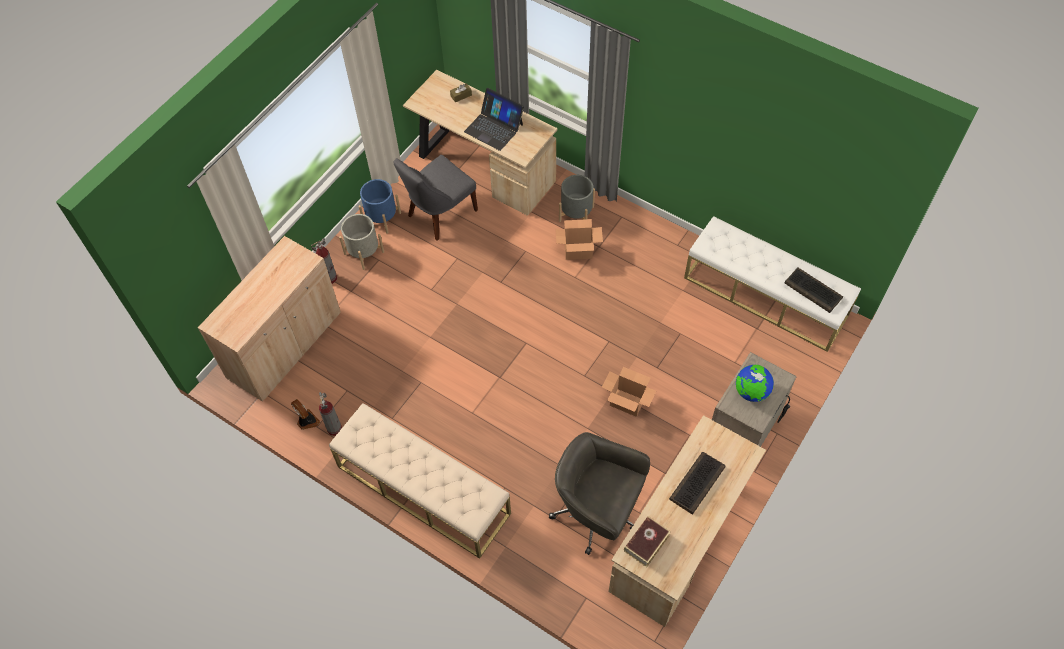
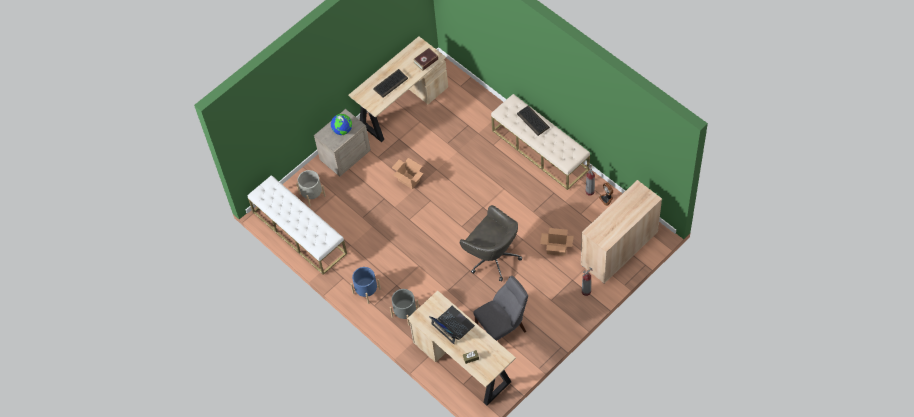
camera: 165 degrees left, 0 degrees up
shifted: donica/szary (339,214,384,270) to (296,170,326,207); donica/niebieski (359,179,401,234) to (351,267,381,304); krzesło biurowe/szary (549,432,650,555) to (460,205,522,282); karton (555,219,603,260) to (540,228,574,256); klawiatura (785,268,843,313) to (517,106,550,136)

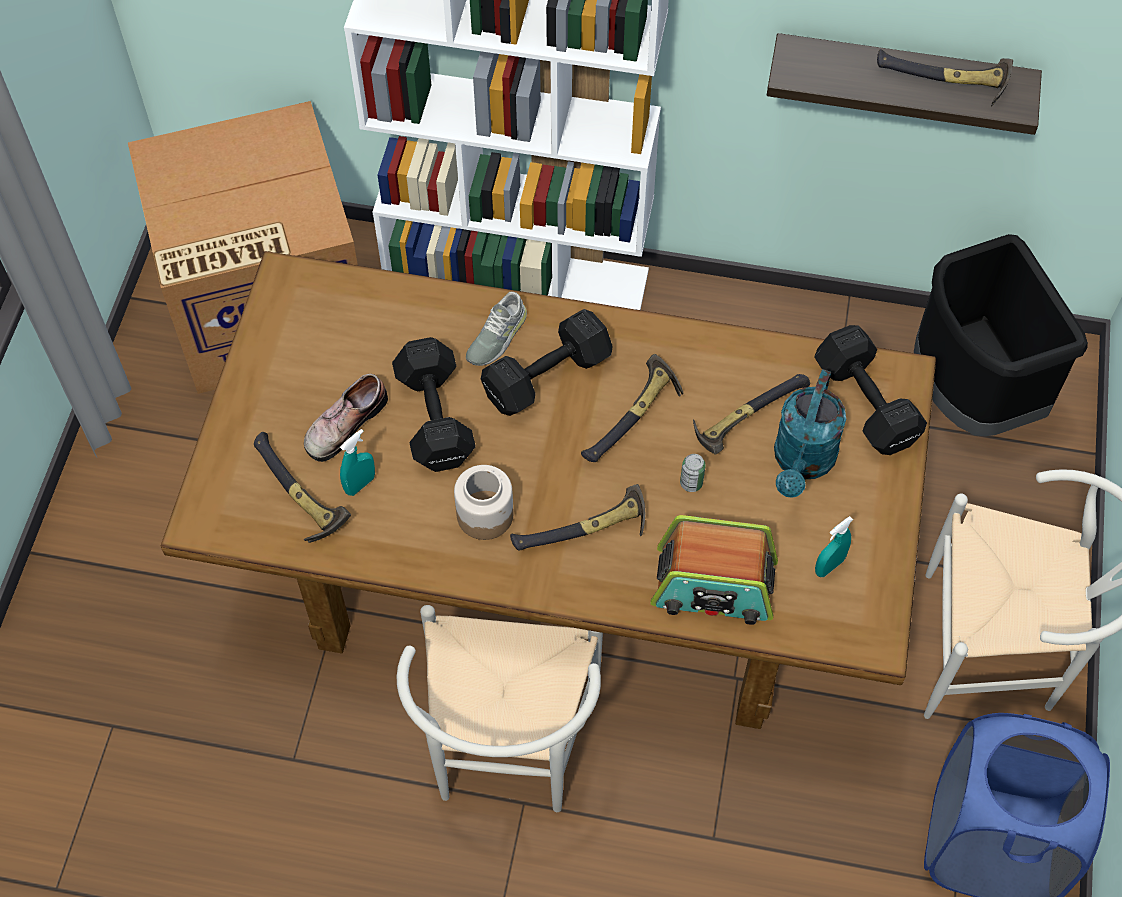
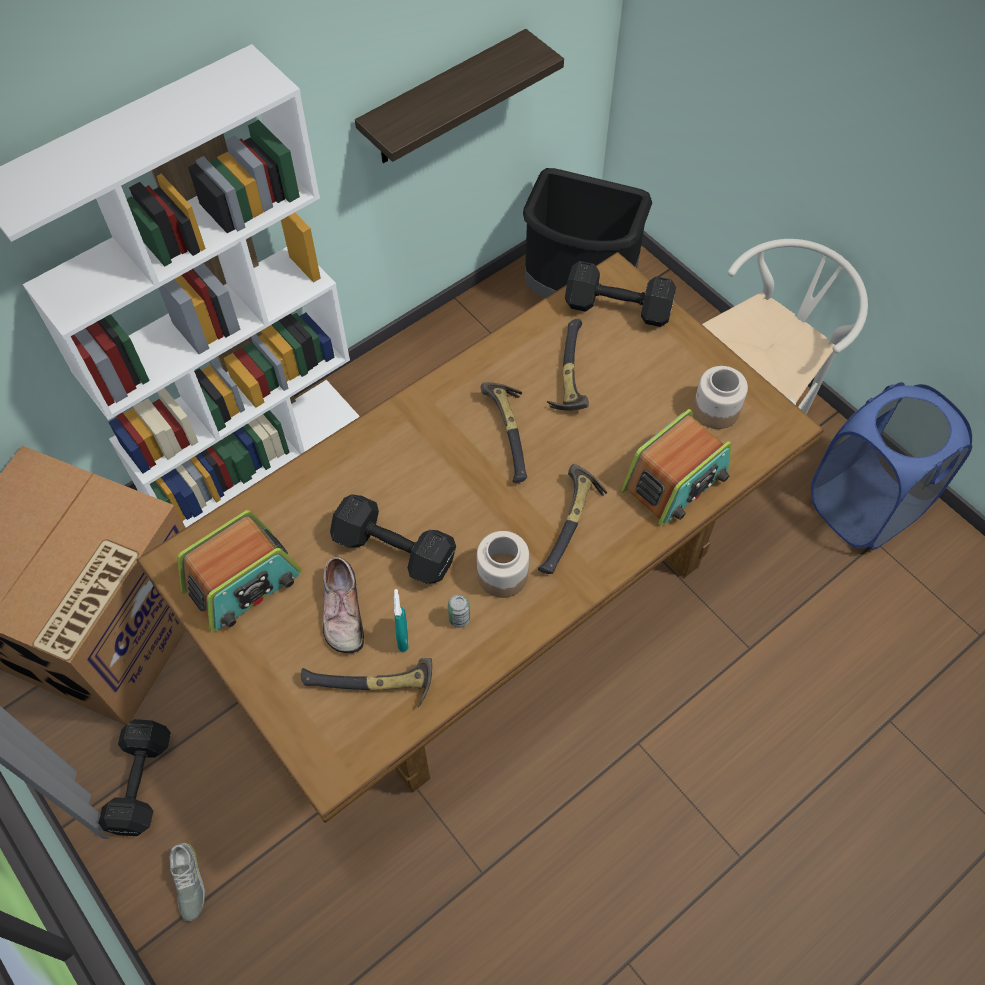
camera: 50 degrees left, 0 degrees up
gone: krzesło/biały (397,605,603,812); konewka/turkusowy (774,369,846,498); młotek (877,49,1013,106)
new: radio (177,510,302,633)
shifted: but/szary (466,292,527,366) to (169,843,205,922); hantel/czarny (481,309,613,416) to (98,719,171,836); puszka (680,454,706,492) to (448,594,470,628)
swapped: spryskiwacz/turkusowy (815,516,853,577) to słoik (693,366,748,429)

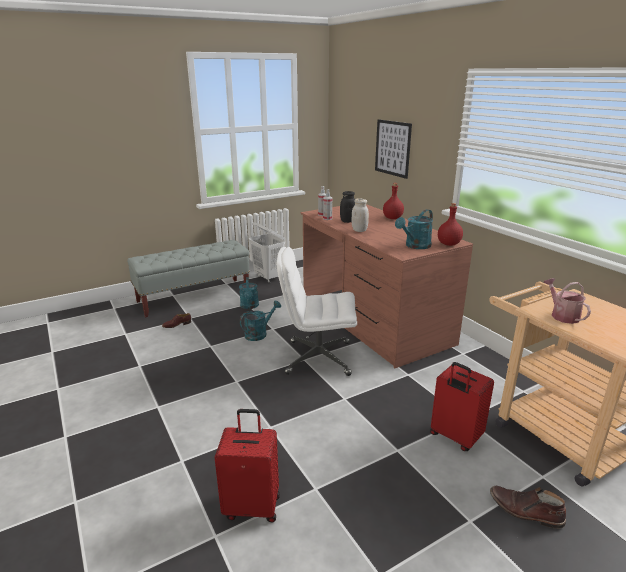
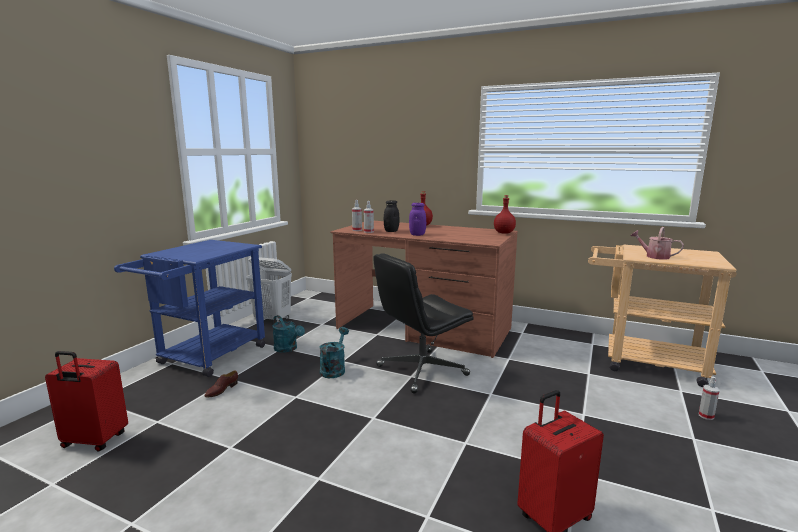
camera: 35 degrees left, 10 degrees down
gone: obraz (375,119,412,179); konewka/turkusowy (395,209,433,249)
shifted: walizka/czerwony (430,362,494,451) to (45,351,128,452)
swapped: ławka/szary (127,240,250,317) to wózek/niebieski (114,240,265,377); but z cholewką/brązowy (490,486,566,529) to spryskiwacz (699,376,720,420)
repainted: krzesło biurowe/biały (277,247,357,376) to krzesło biurowe/czarny (373,253,474,393); słoik/biały (352,198,369,232) to słoik/fioletowy (409,203,426,236)

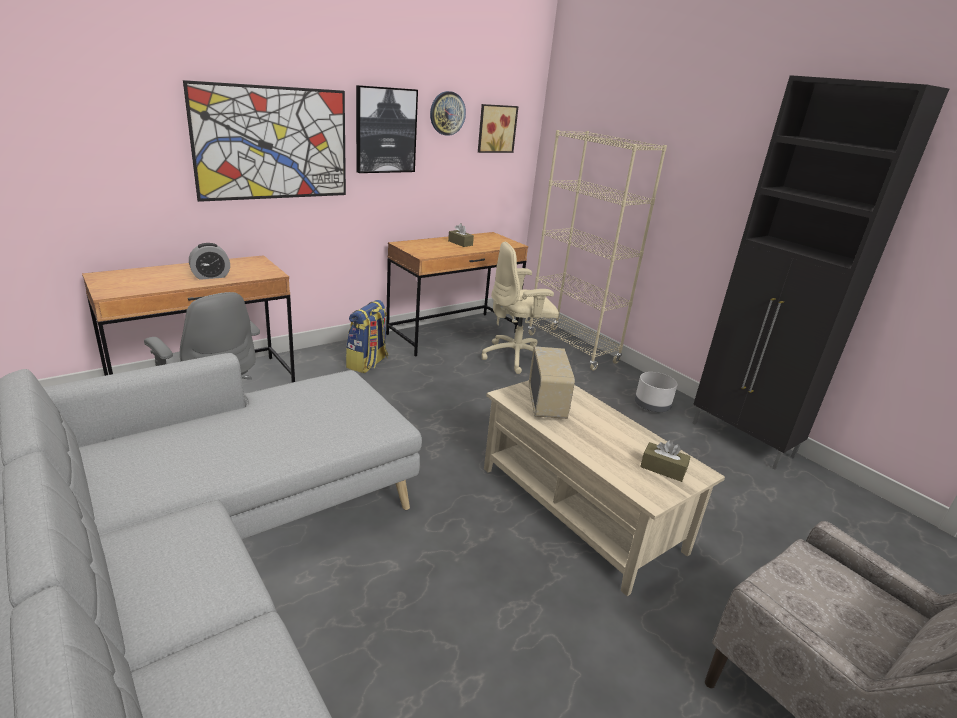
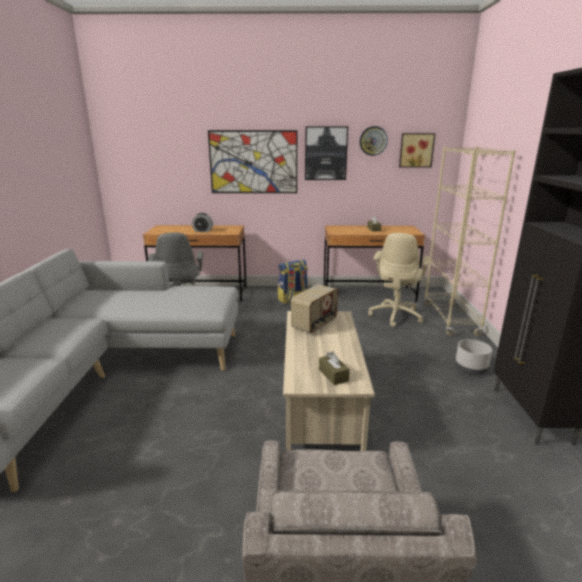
camera: 40 degrees right, 5 degrees down
rotated: krzesło biurowe/beżowy (482,242,559,374) = (368,233,431,327) 90 degrees counterclockwise

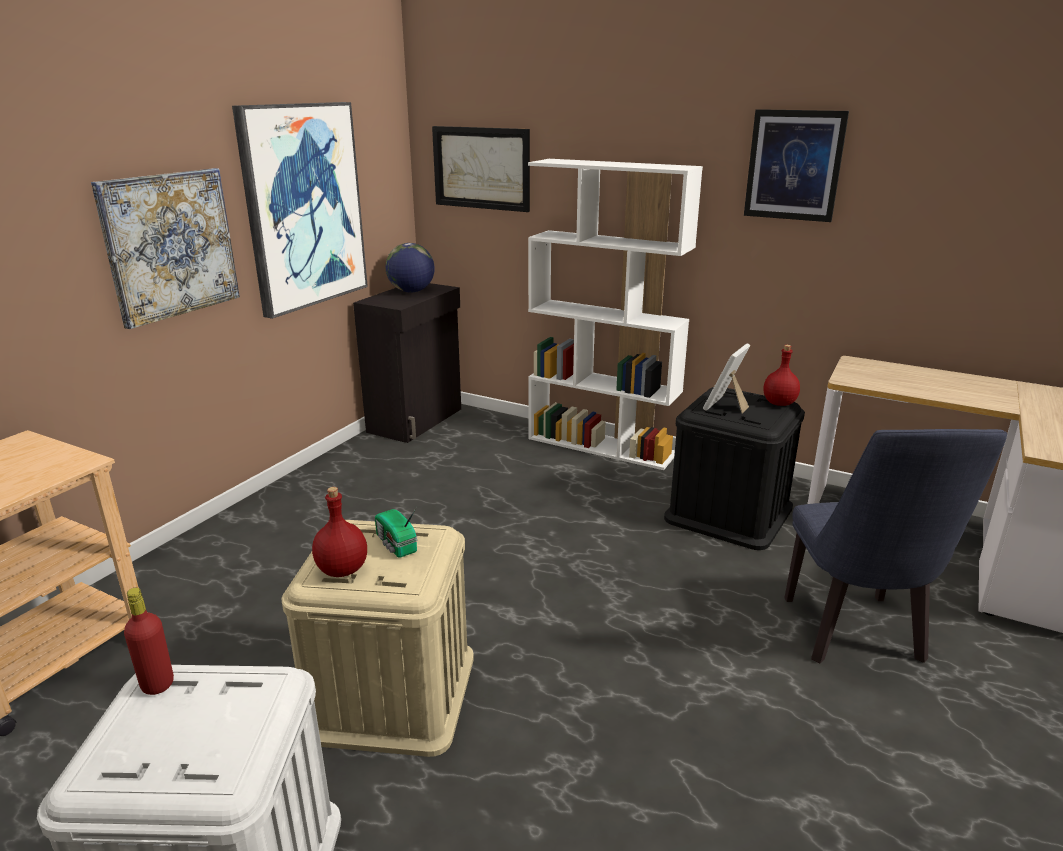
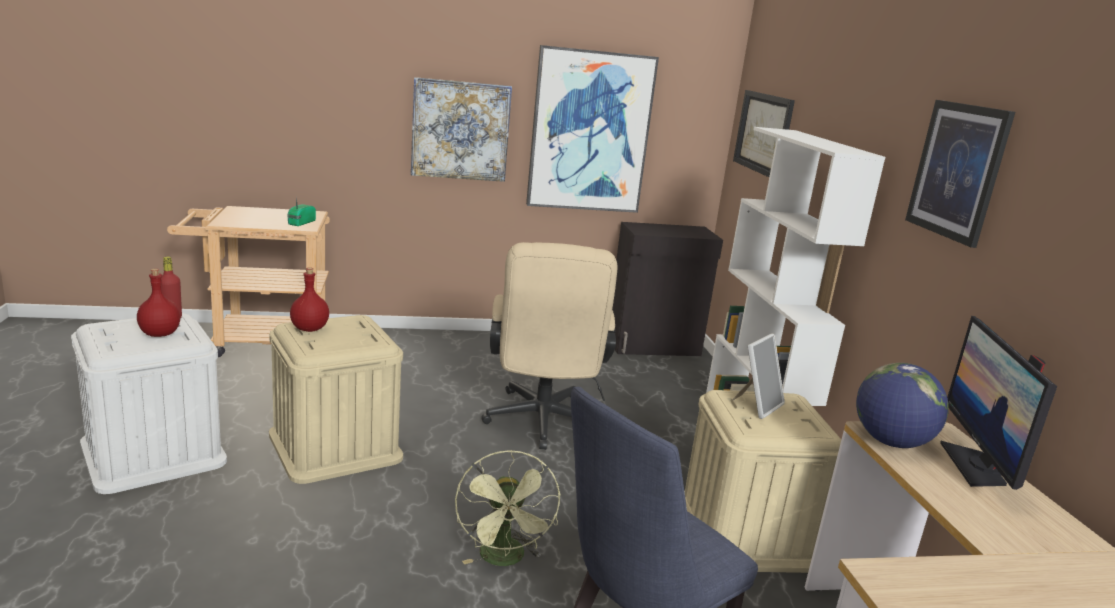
camera: 50 degrees right, 5 degrees down
new: wentylator/zielony (455,450,560,566); krzesło biurowe/beżowy (481,242,618,450); monitor (940,316,1057,490)
shifted: radio (375,507,417,558) to (287,198,316,226); globus (386,243,435,293) to (856,363,949,448); butelka/czerwony (763,345,800,406) to (137,269,181,337)
repainted: pojemnik do przechowywania/czarny (664,387,805,550) to pojemnik do przechowywania/beżowy (685,390,841,573)
rotated: ramka na zdjęcie (703,343,750,414) = (732,334,785,419) 135 degrees clockwise

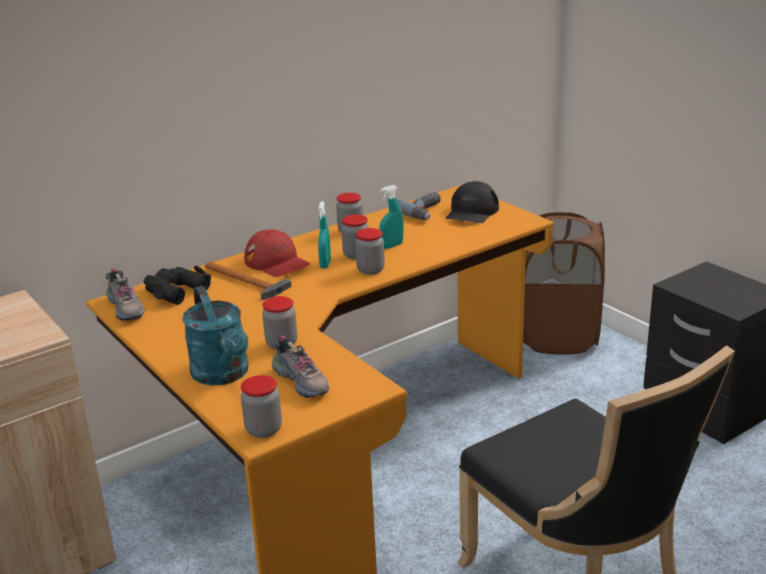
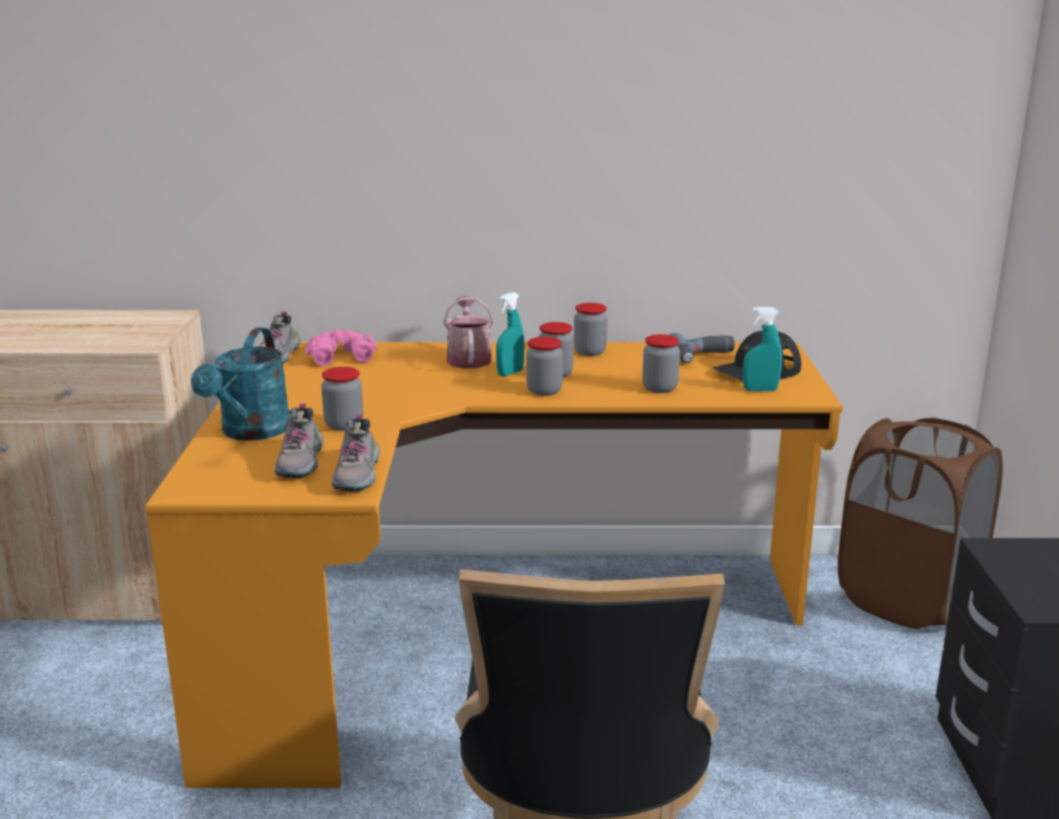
camera: 35 degrees right, 5 degrees down
gone: młotek (205,262,291,301)
new: but (332,414,380,492)
shifted: słoik (241,375,282,438) to (642,334,680,393); spryskiwacz/turkusowy (379,185,404,249) to (743,307,782,391)
swapped: czapka z daszkiem/czerwony (244,229,310,277) to konewka (443,296,494,369)
repainted: lornetka/czarny (144,266,211,305) to lornetka/różowy (305,329,377,366)

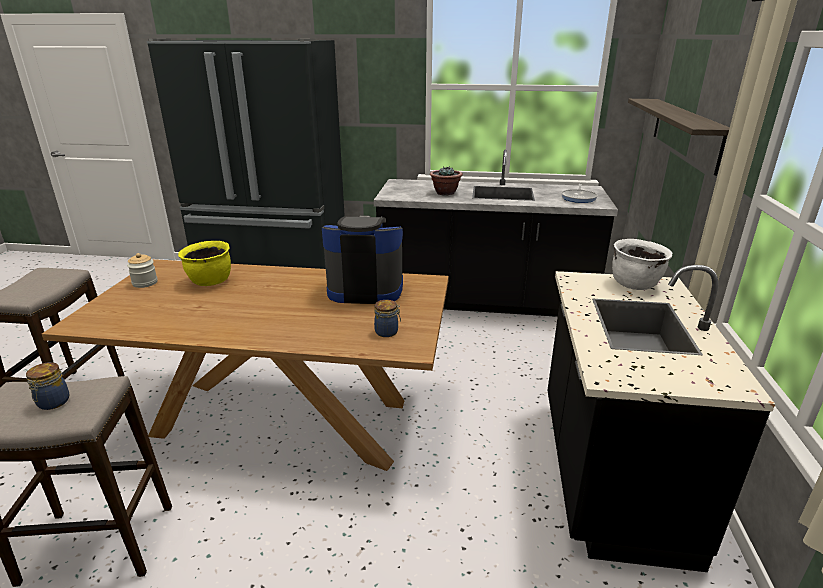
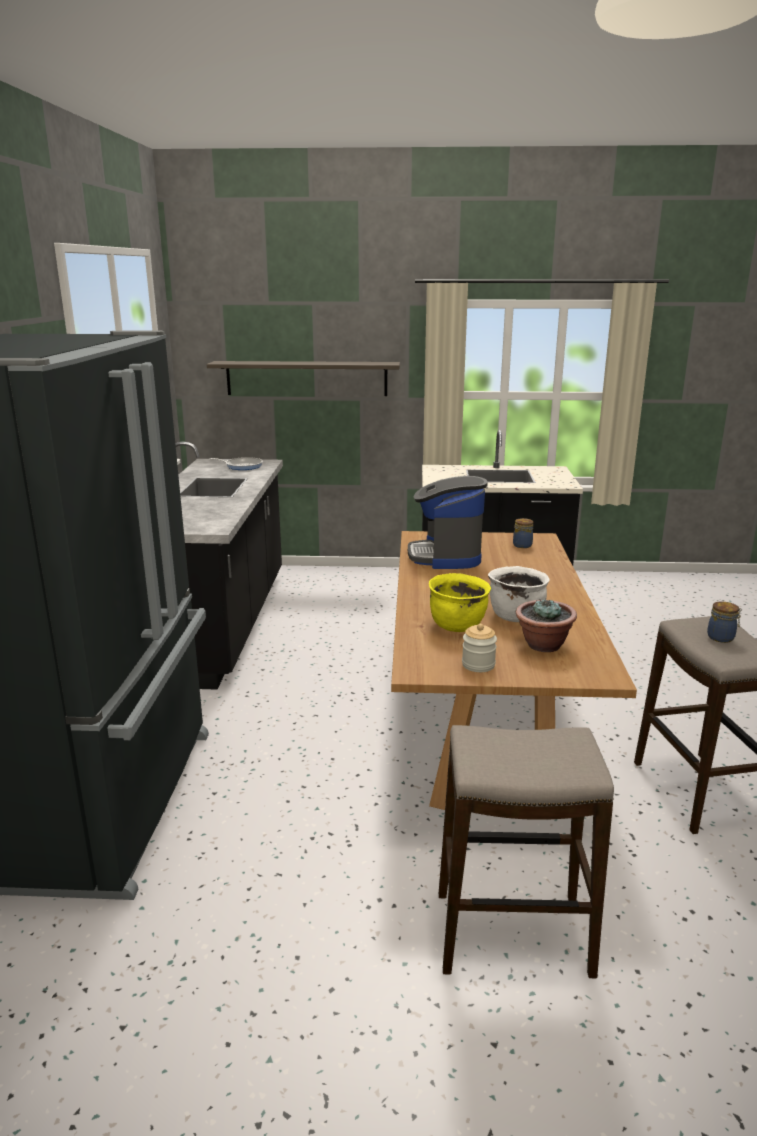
camera: 95 degrees left, 5 degrees down
shifted: roślina doniczkowa (430,166,463,196) to (516,598,577,652); garnek/biały (612,239,672,290) to (488,566,550,622)

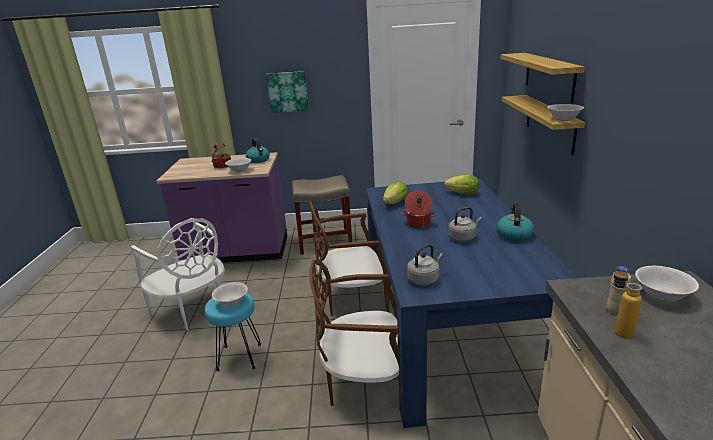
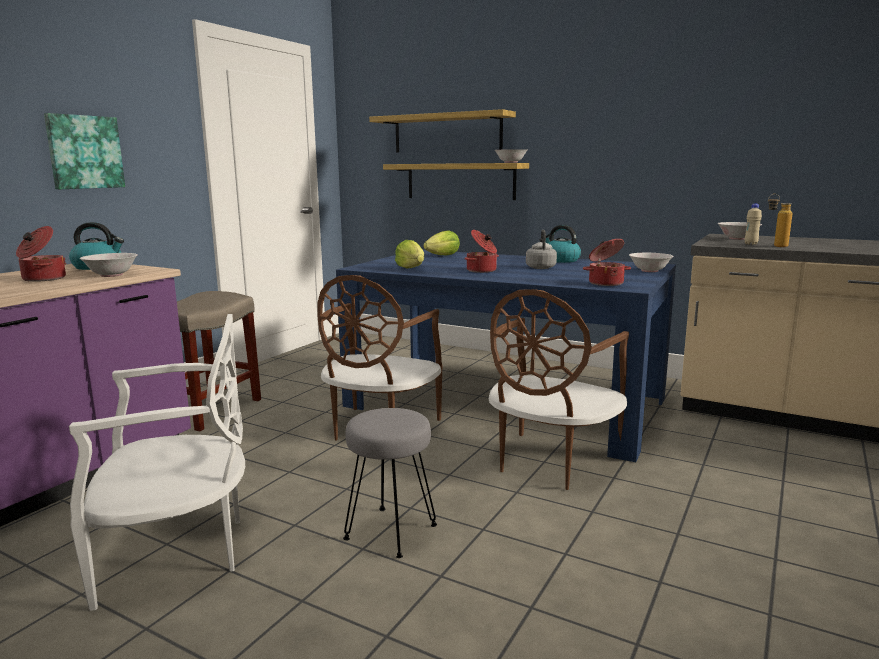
camera: 60 degrees left, 10 degrees down
shifted: miska/biały (212,282,248,306) to (629,253,674,272)
swapped: czajnik/szary (407,244,443,285) to garnek (583,239,631,286)
repainted: stołek/turkusowy (205,292,261,371) to stołek/szary (343,408,437,558)

